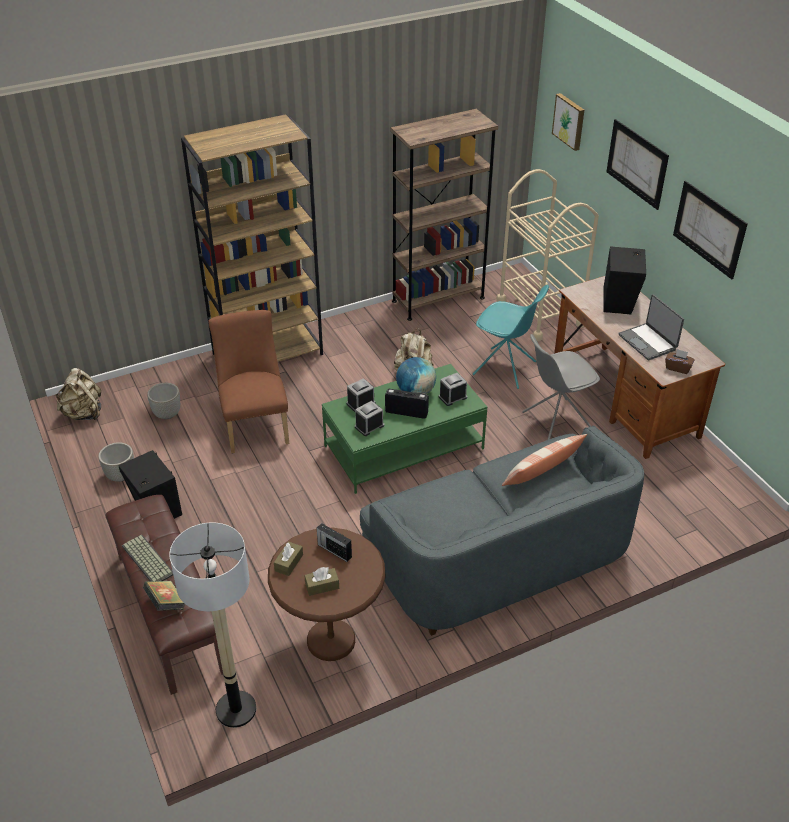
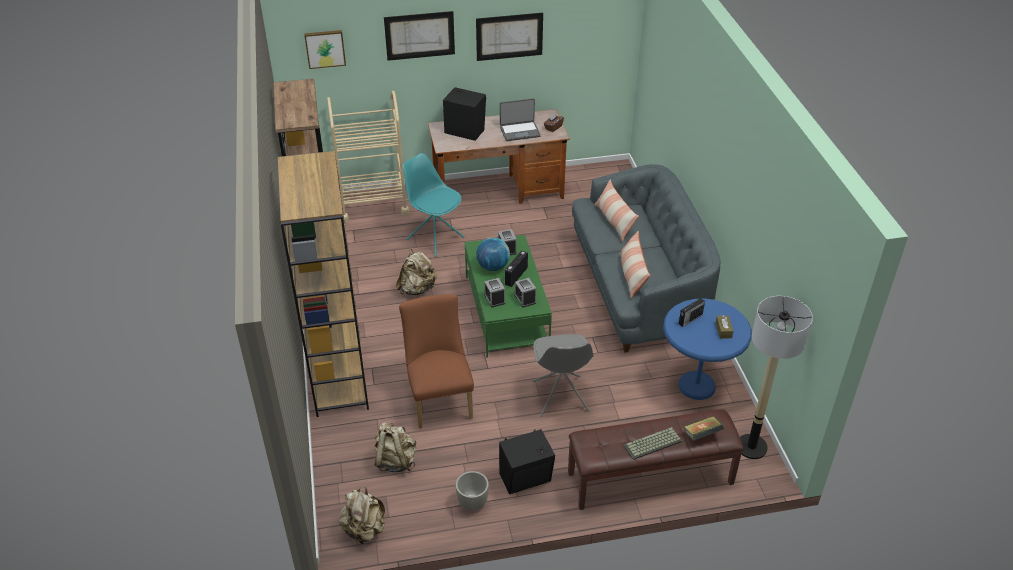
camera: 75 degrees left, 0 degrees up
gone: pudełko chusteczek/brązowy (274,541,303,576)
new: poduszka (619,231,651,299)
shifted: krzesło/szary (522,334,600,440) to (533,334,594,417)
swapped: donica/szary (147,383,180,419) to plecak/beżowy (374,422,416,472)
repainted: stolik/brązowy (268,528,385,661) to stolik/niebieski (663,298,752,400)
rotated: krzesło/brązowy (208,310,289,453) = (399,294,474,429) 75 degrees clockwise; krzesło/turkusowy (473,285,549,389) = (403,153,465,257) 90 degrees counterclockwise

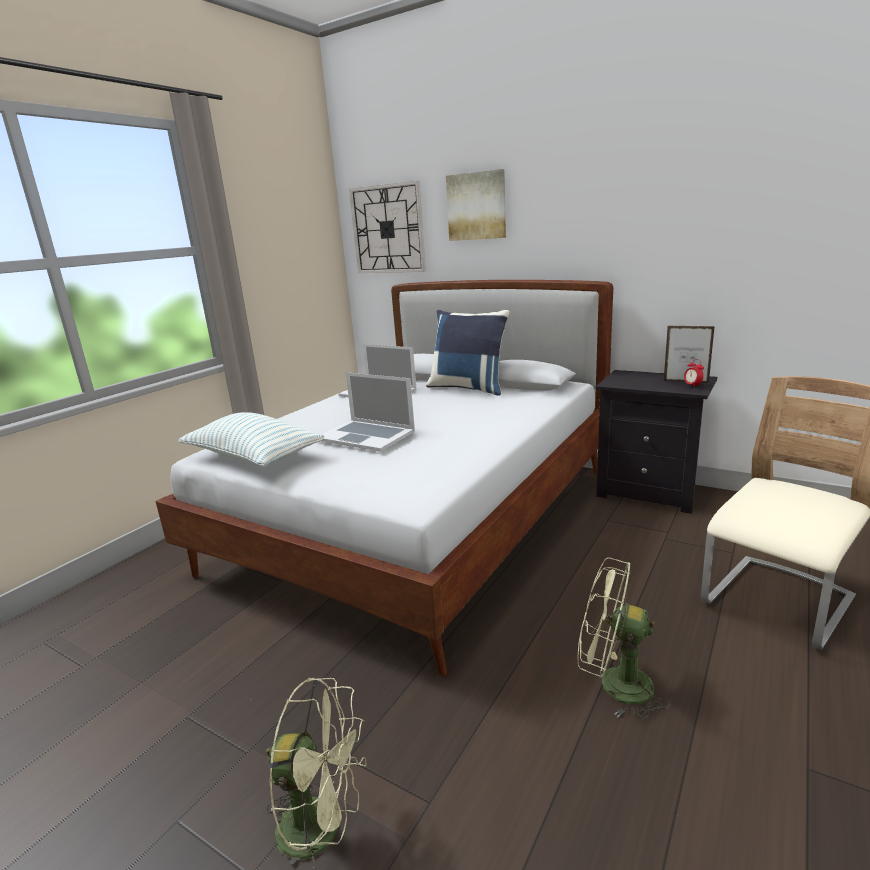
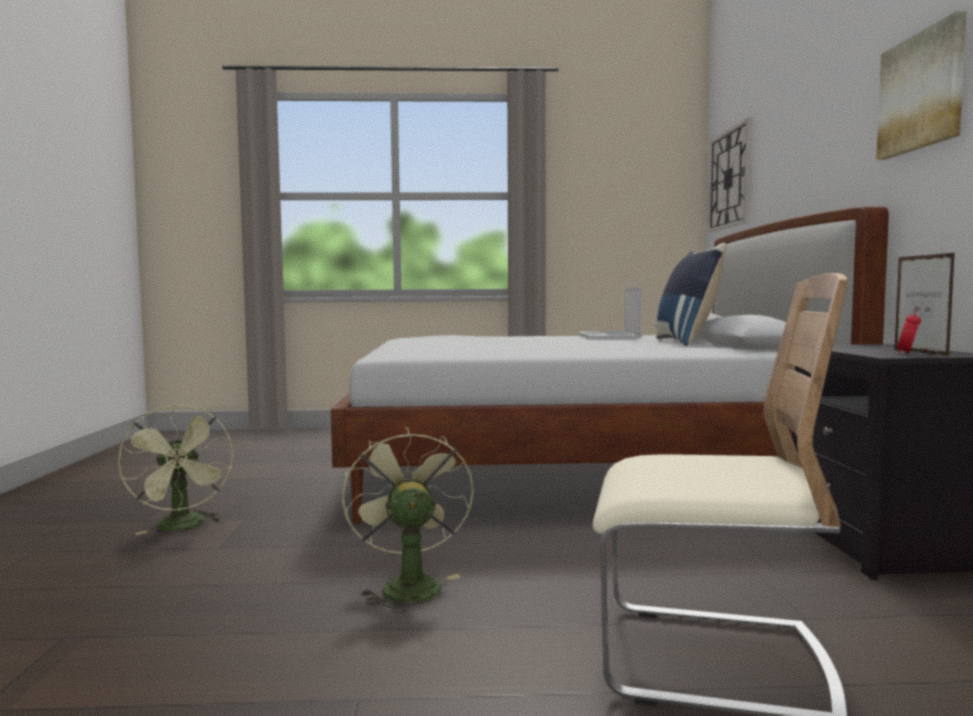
camera: 55 degrees right, 15 degrees down
gone: poduszka (178,412,324,467); laptop (321,372,415,452)
shifted: obraz (446,169,506,241) to (876,11,967,160)

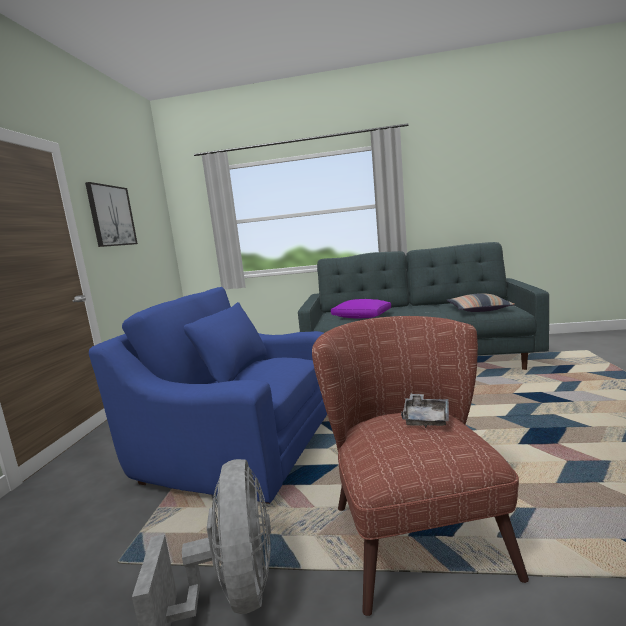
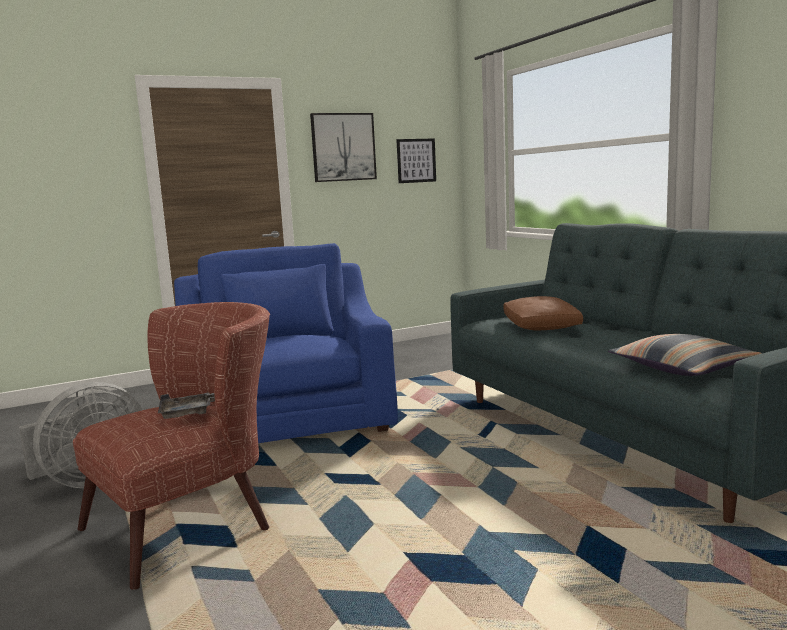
camera: 55 degrees right, 0 degrees up
new: obraz (396,138,436,183)
repainted: poduszka/fioletowy (331,299,391,319) to poduszka/brązowy (503,296,583,330)

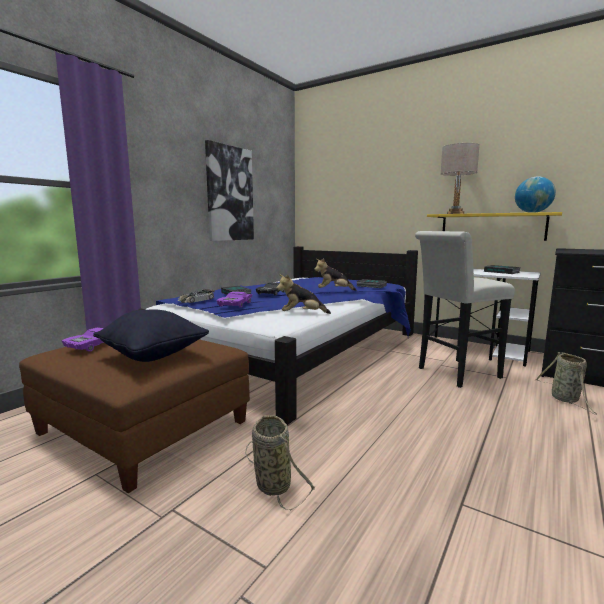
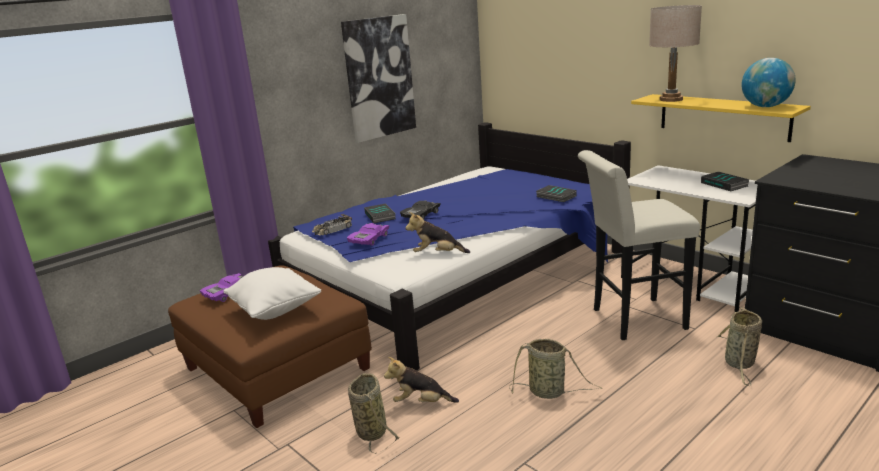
camera: 15 degrees right, 10 degrees up
new: koszyk (509,339,603,399)
shifted: pluszak (314,258,357,291) to (384,357,459,403)
repainted: poduszka/czarny (93,310,209,362) to poduszka/biały (224,267,321,320)

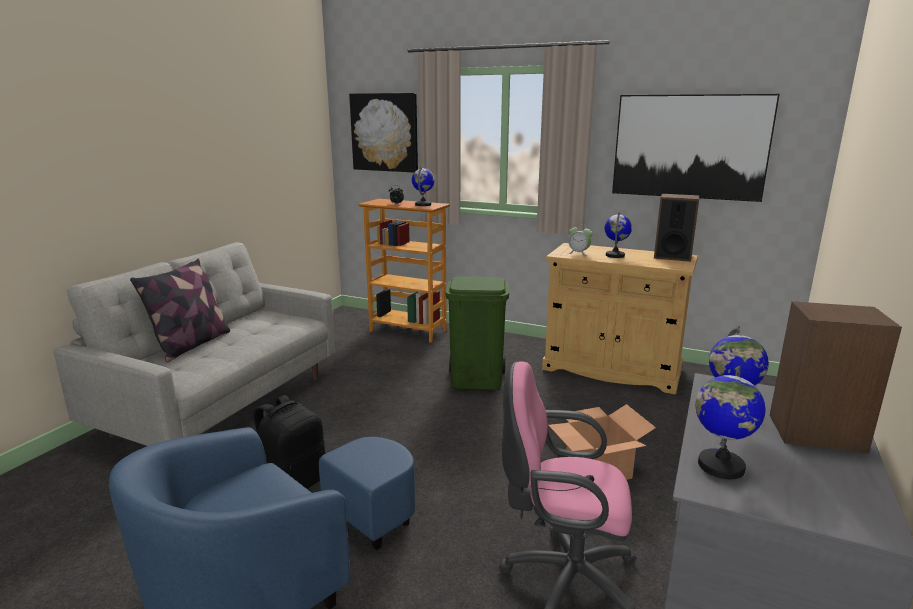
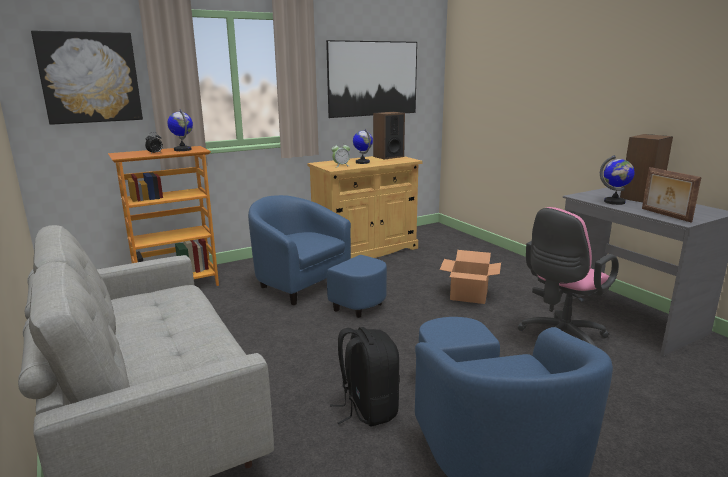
camera: 55 degrees left, 0 degrees up
gone: poduszka (130,259,230,362)
swapped: kosz na śmieci/zielony (446,276,509,390) to fotel/niebieski (248,195,387,318); globus (695,366,766,479) to ramka na zdjęcie (642,167,702,223)

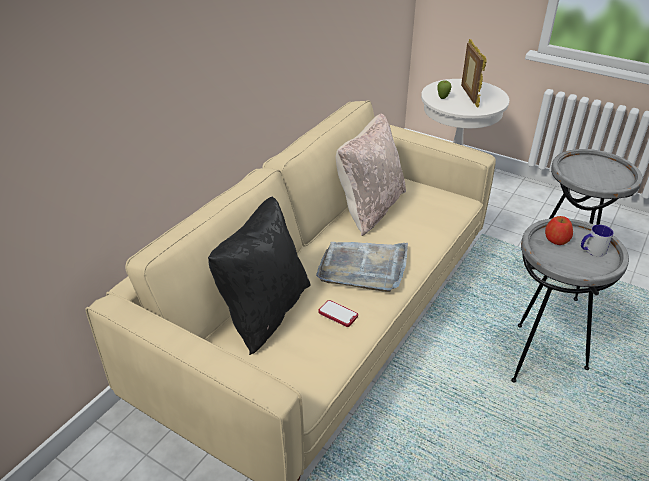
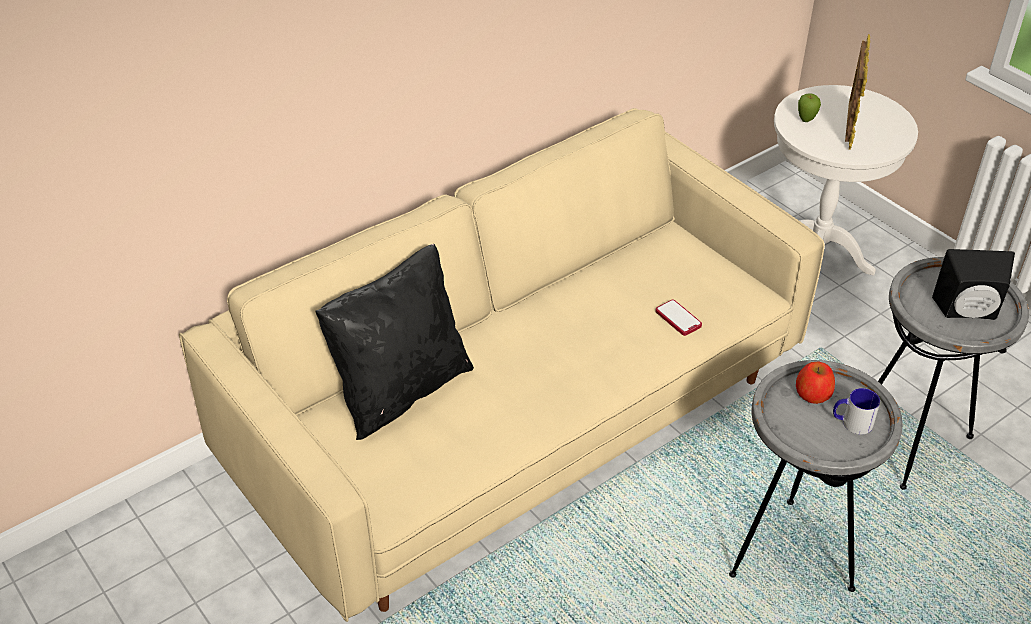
camera: 20 degrees right, 5 degrees up
gone: taca/szary (316,242,408,292); poduszka/beżowy (336,113,406,236)
new: głośnik/czarny (932,249,1015,320)
shifted: telefon (318,300,358,327) to (655,300,702,336)

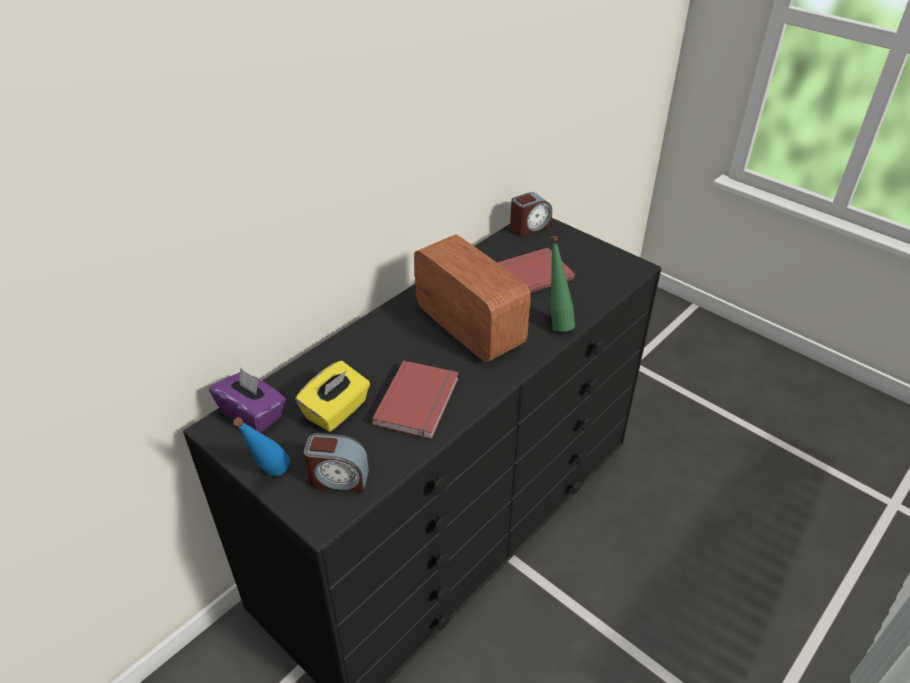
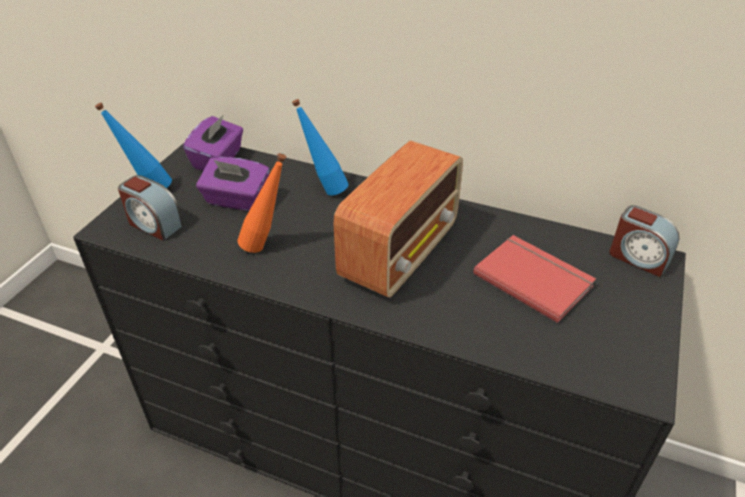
camera: 70 degrees right, 0 degrees up
gone: butelka/zielony (550,236,575,332)
new: butelka/niebieski (292,99,349,196)
swapped: książka/czerwony (372,360,459,439) to butelka/pomarańczowy (238,153,286,253)
repainted: pudełko chusteczek/żółty (295,361,370,432) to pudełko chusteczek/fioletowy (196,157,270,211)
rotated: budzik (304,433,369,492) = (118,175,183,241) 45 degrees counterclockwise

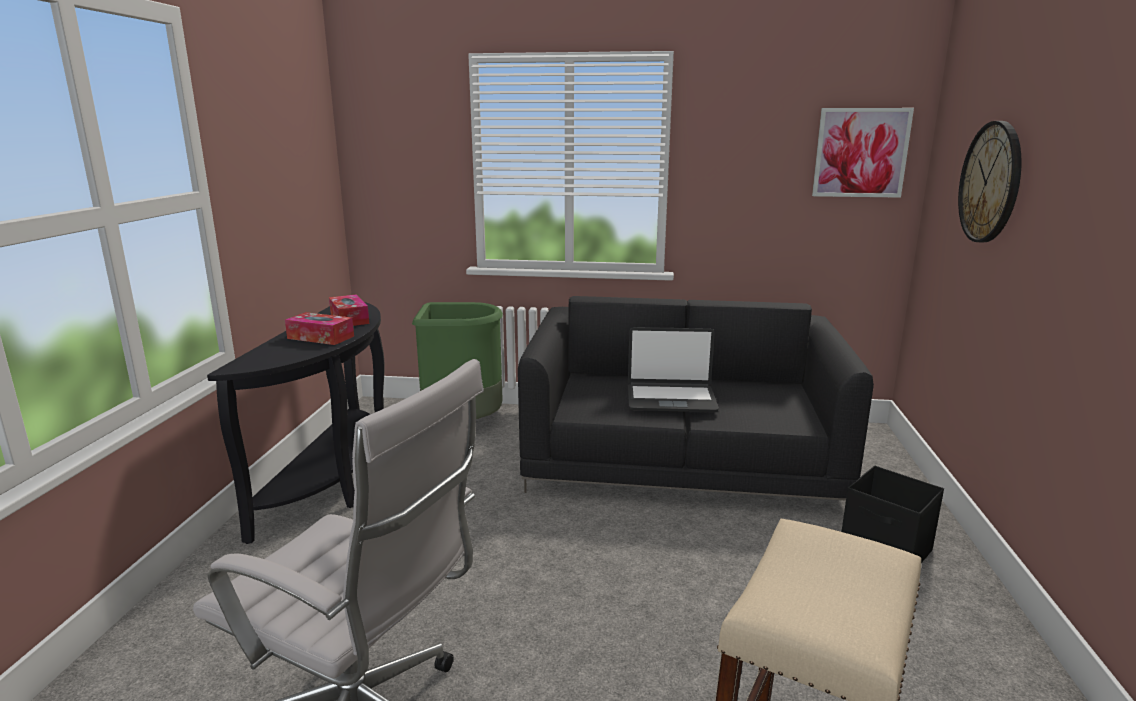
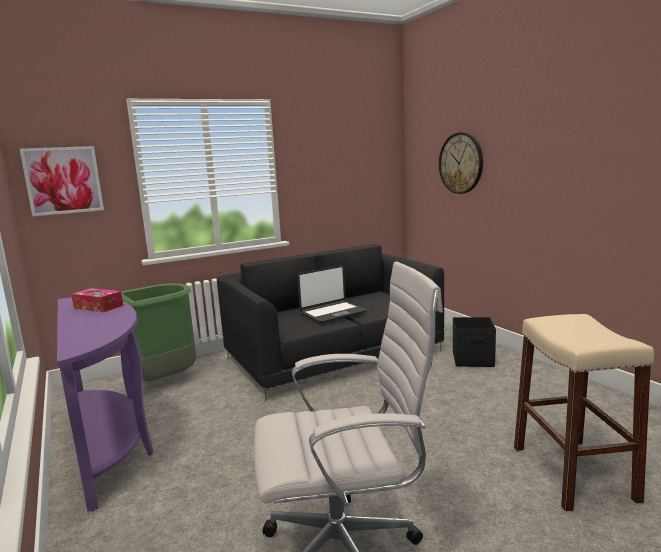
camera: 35 degrees left, 5 degrees down
gone: pudełko chusteczek (285,312,354,345)
shifted: obraz (812,108,914,198) to (20,146,104,216)
repainted: stolik konsolowy/czarny (207,302,385,544) to stolik konsolowy/fioletowy (57,297,154,512)

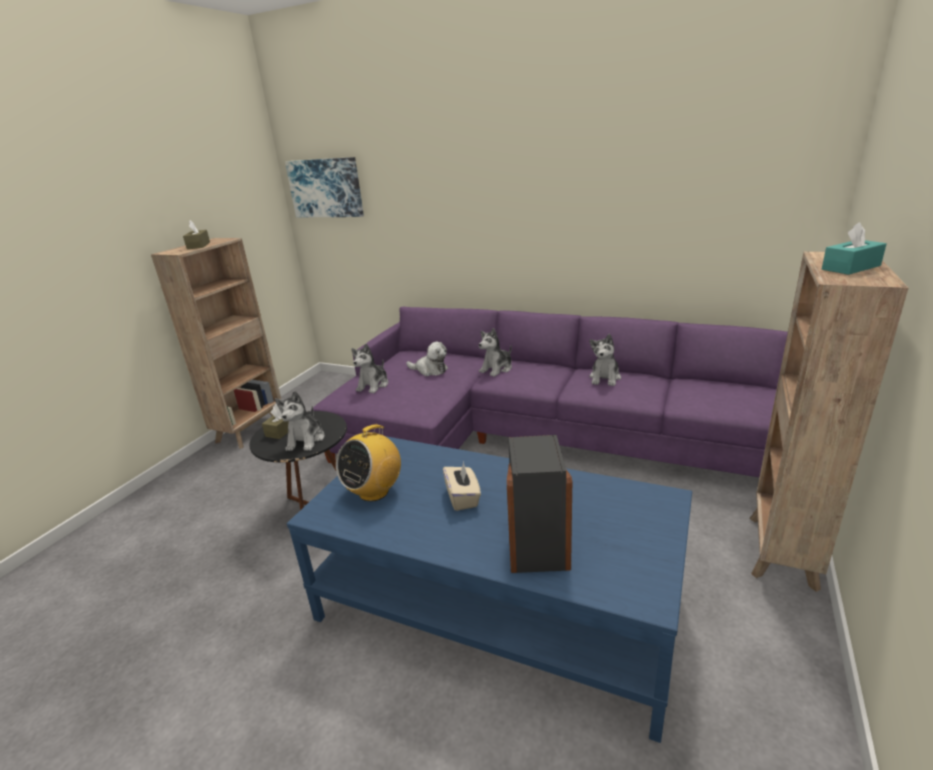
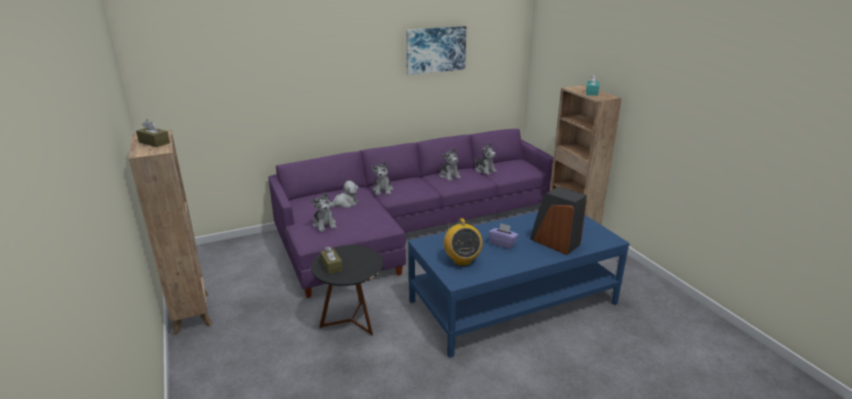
camera: 50 degrees left, 0 degrees up
shifted: pluszak (275,391,324,451) to (474,143,497,175); obraz (285,157,364,217) to (406,26,466,75)
repainted: pudełko chusteczek/beżowy (443,462,481,511) to pudełko chusteczek/fioletowy (489,223,519,249)

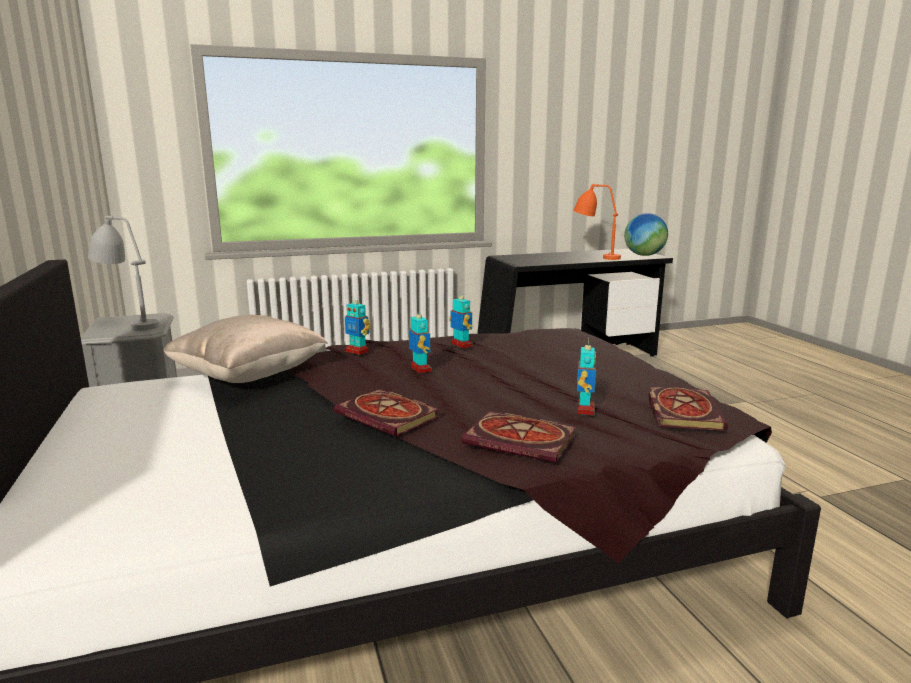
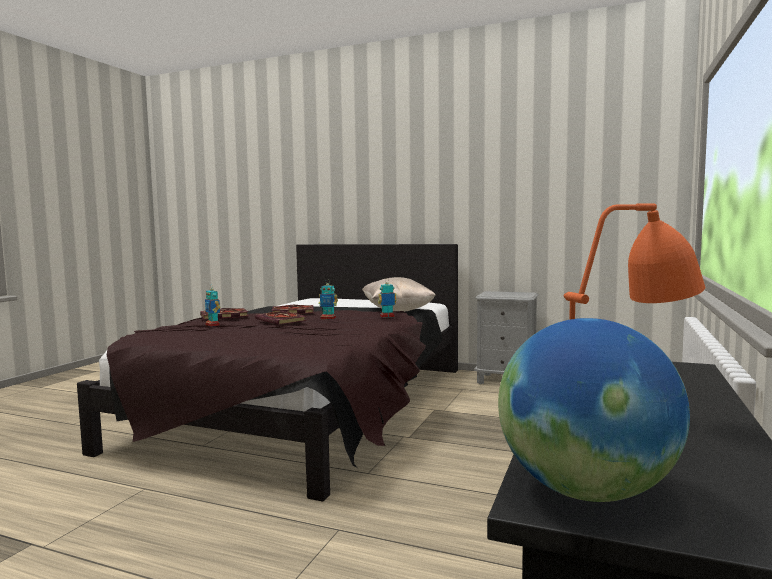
camera: 130 degrees right, 10 degrees down
gone: lampa stołowa/szary (88,216,159,331); robot zabawkowy (449,296,473,349)
shifted: książka (648,386,729,431) to (255,311,307,325)

